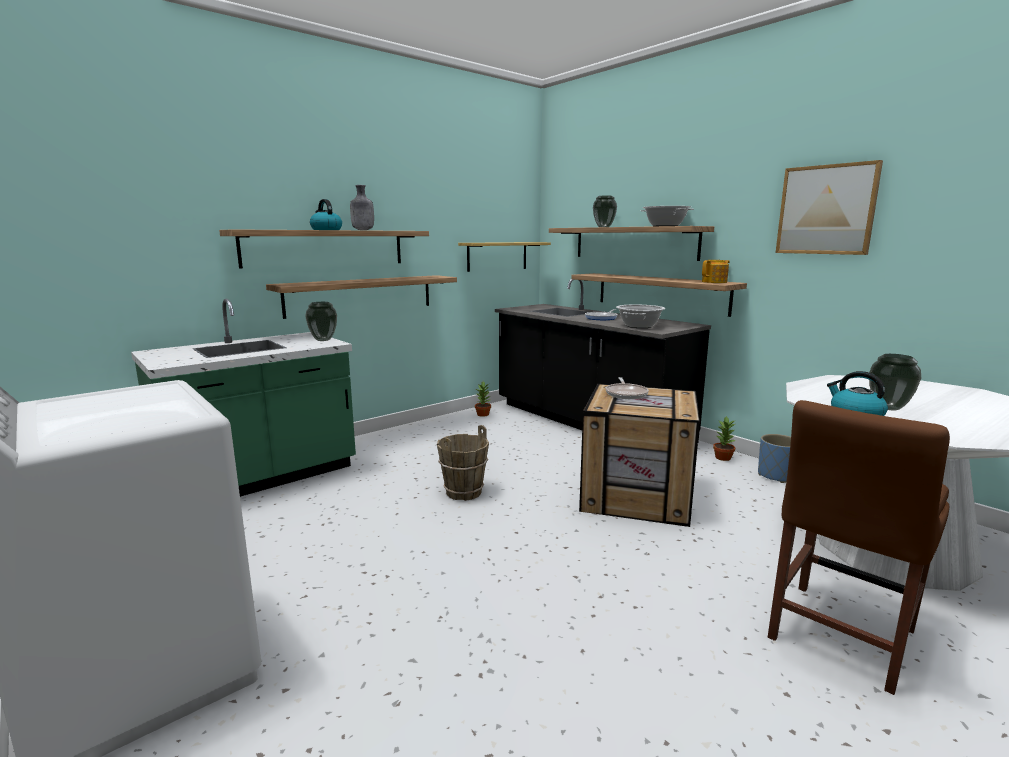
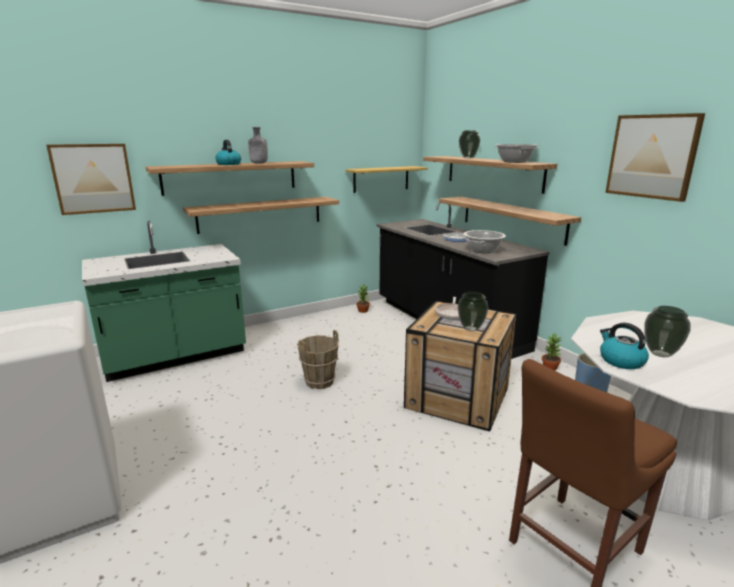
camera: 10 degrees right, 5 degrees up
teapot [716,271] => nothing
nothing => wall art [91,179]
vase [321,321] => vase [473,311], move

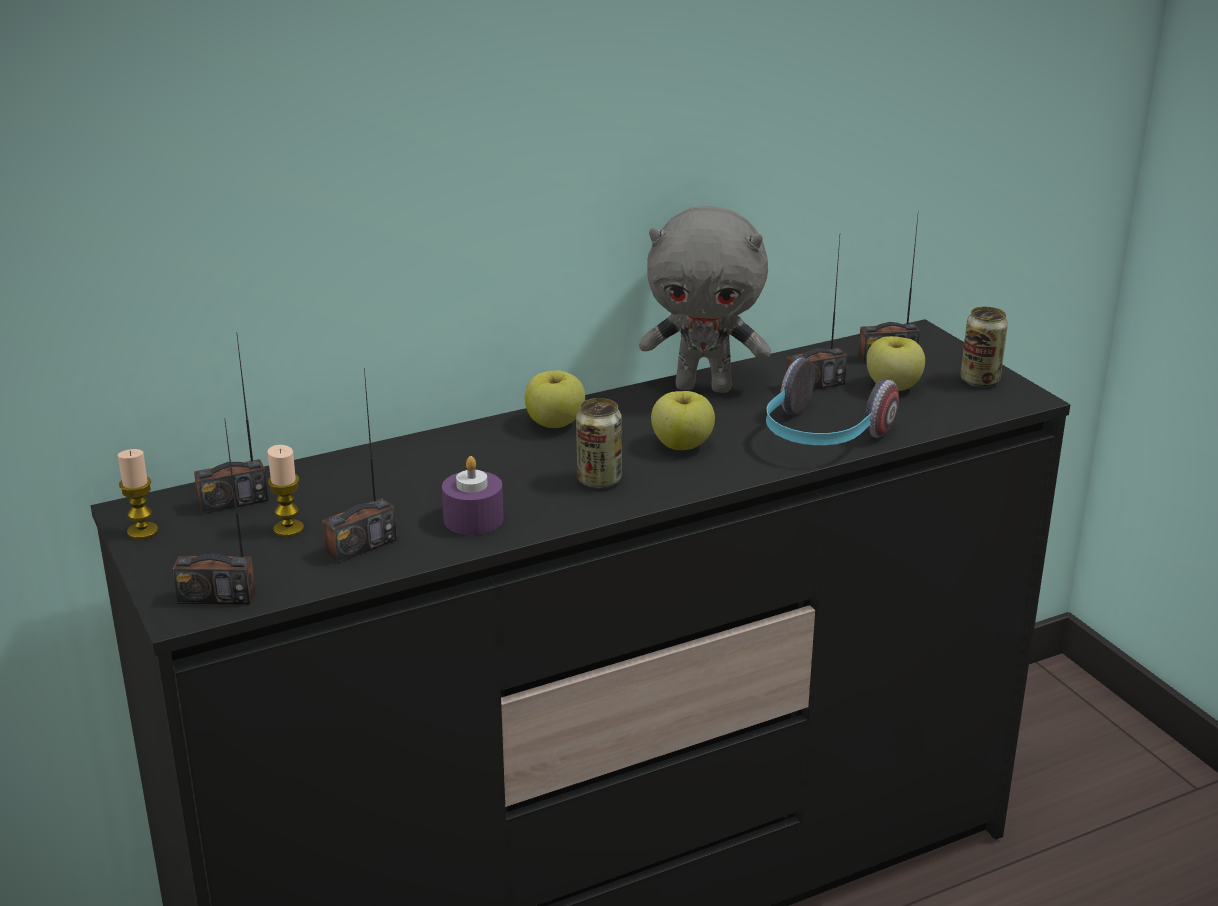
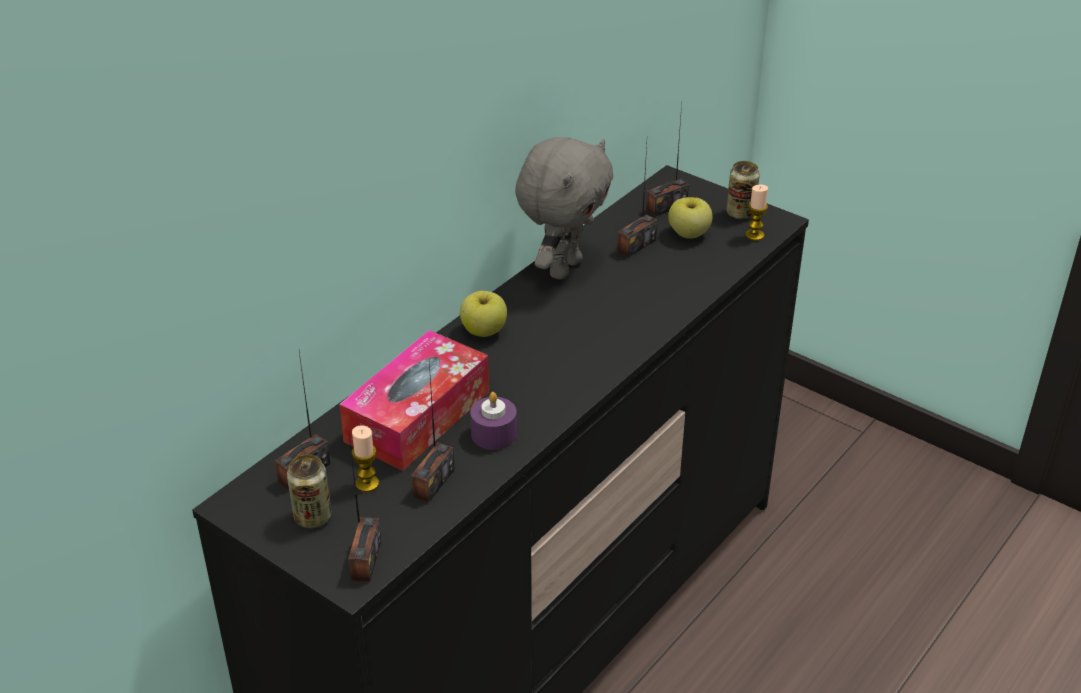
camera: 25 degrees left, 10 degrees up
apple [683,420] => nothing
headphones [832,401] => nothing
nothing => tissue box [414,400]
wax candle [138,494] => wax candle [756,212], move
can [599,443] => can [309,491], move
radio receiver [213,511] => radio receiver [364,509], 60 degrees counterclockwise
gray plush toy [705,299] => gray plush toy [564,208], 45 degrees counterclockwise

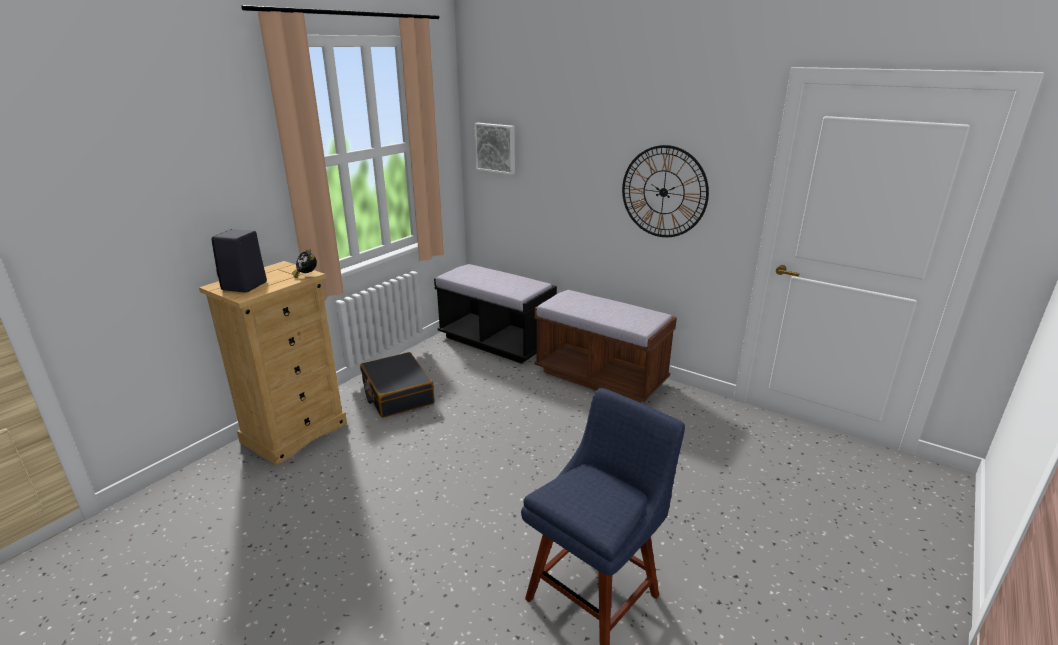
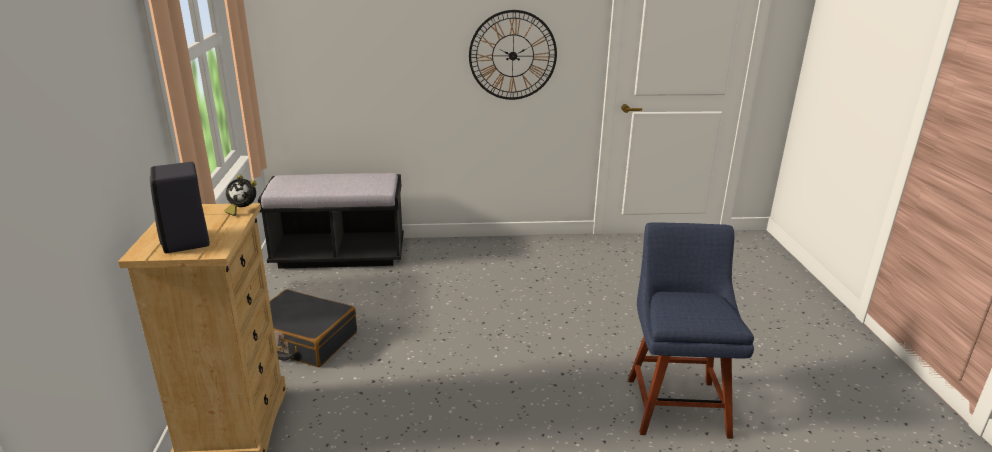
camera: 40 degrees left, 0 degrees up
wall art [494,149] => nothing
brown-coloured indoor bench [605,346] => nothing

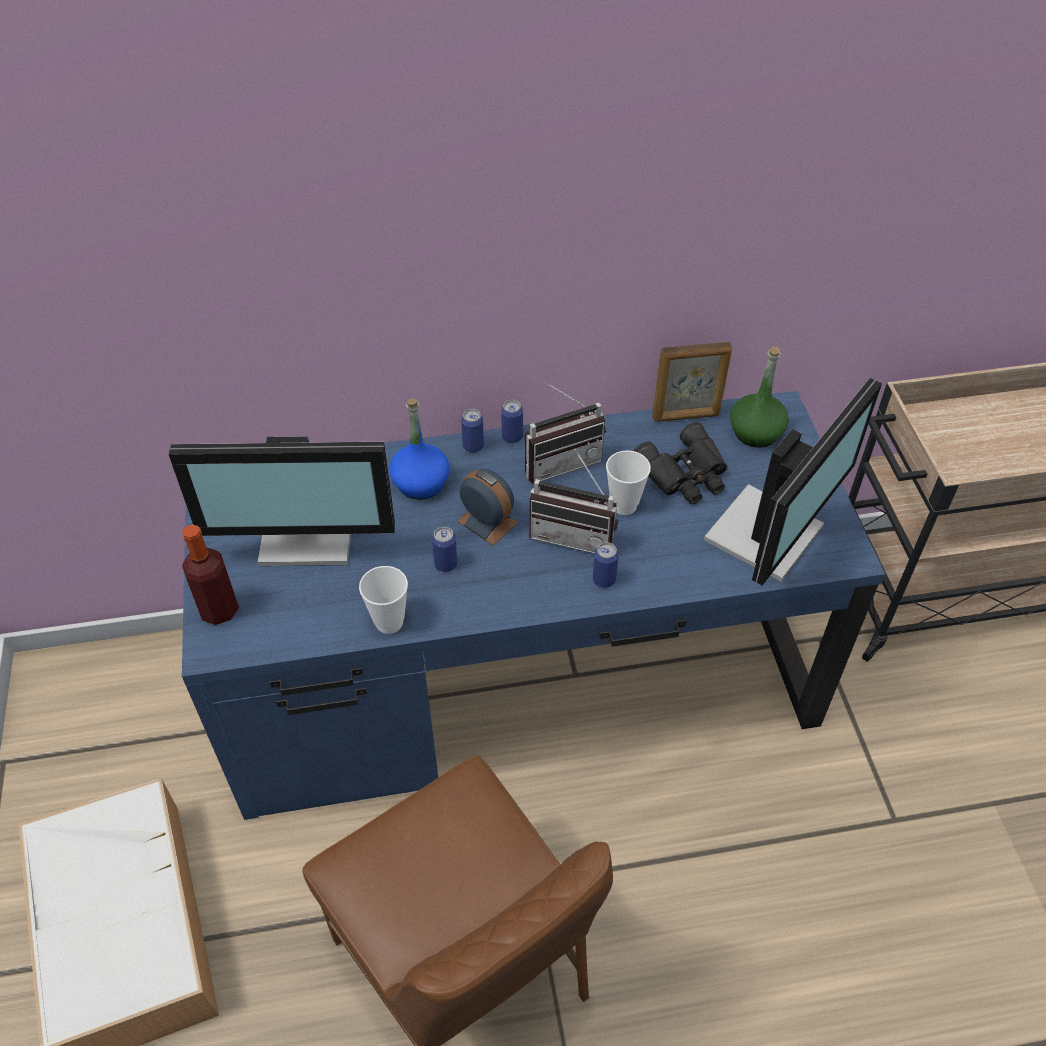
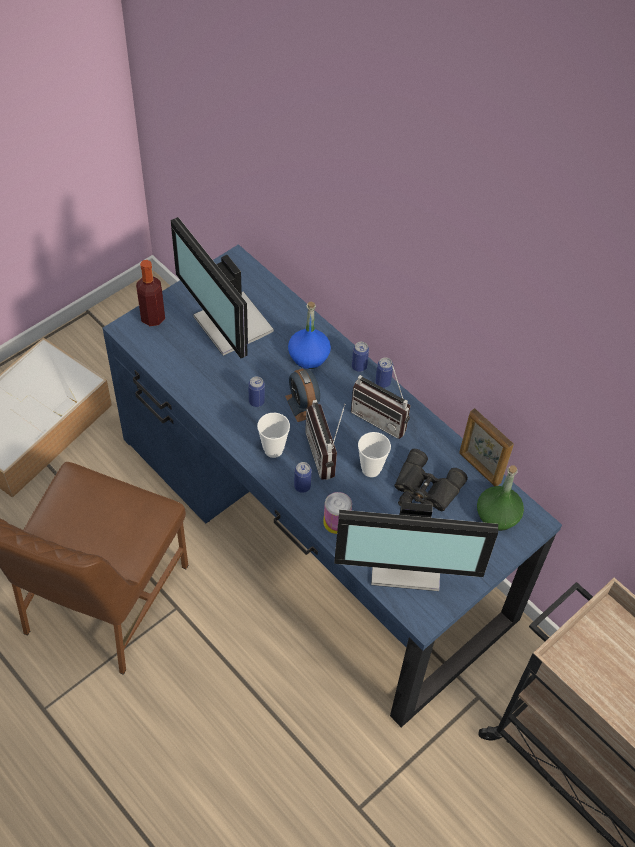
camera: 55 degrees right, 5 degrees up
nothing => can [337,513]
small cup [383,600] => small cup [273,435], move
bedside clock [487,507] => bedside clock [302,395], 150 degrees clockwise

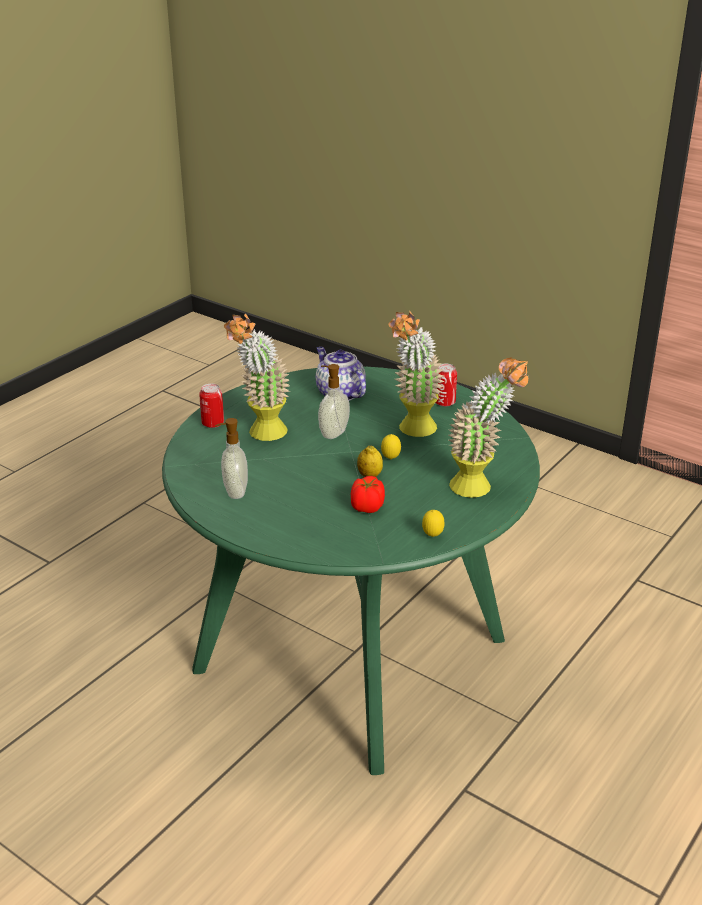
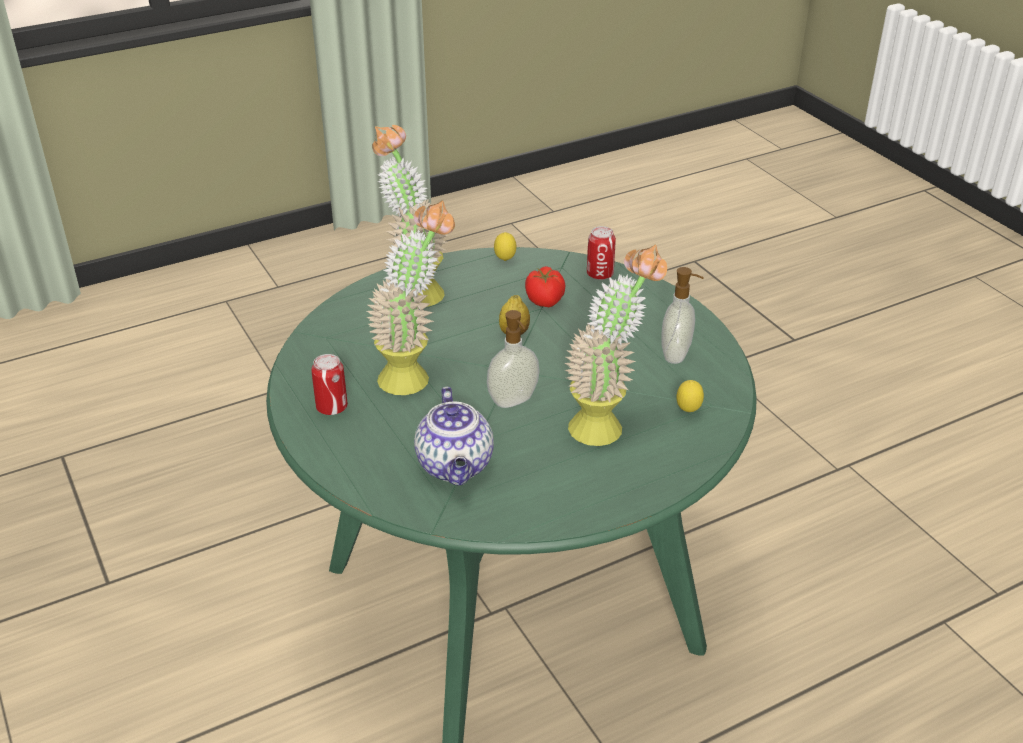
camera: 155 degrees left, 5 degrees up
can [211,405] => can [601,253], move
citrus fruit [391,446] => citrus fruit [690,396], move

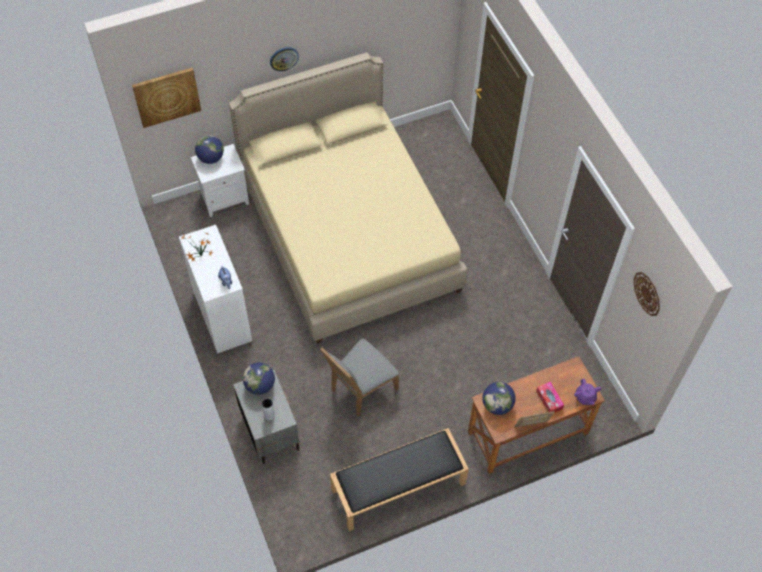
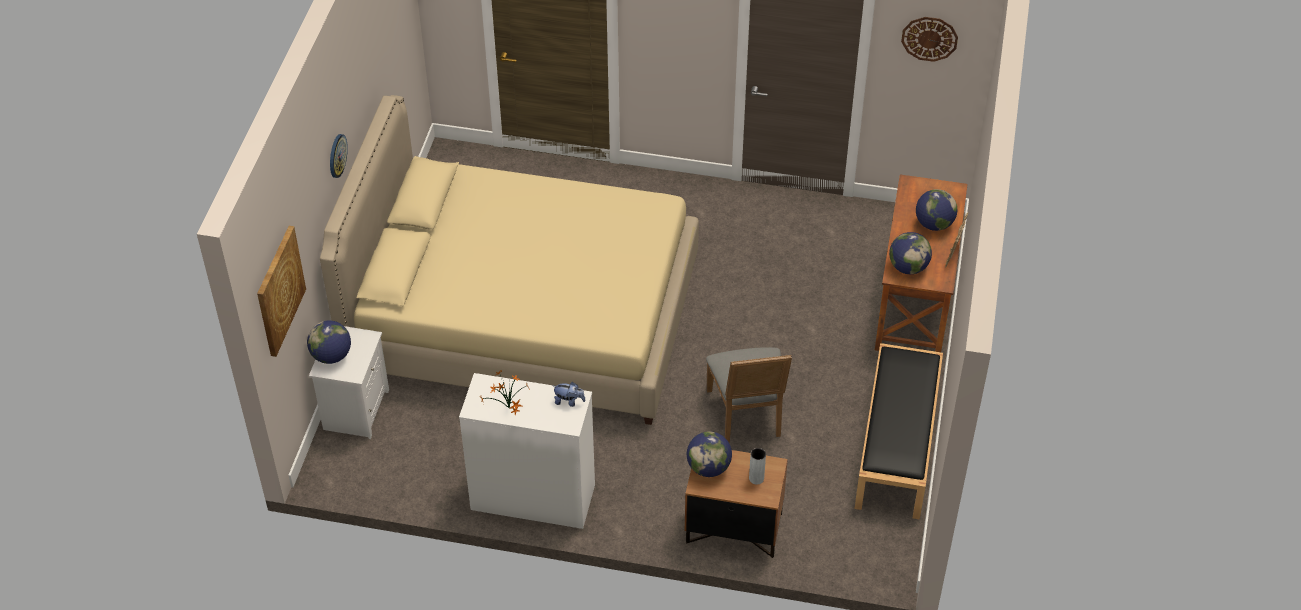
camera: 55 degrees left, 10 degrees down
purple teapot [588,392] => nothing
tissue box [550,397] => globe [936,210]
gray bedside table [266,417] => brown-coloured bedside table [736,504]

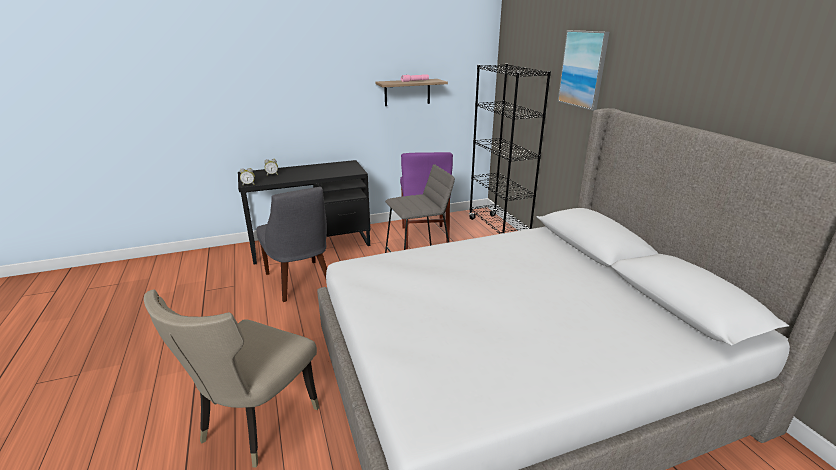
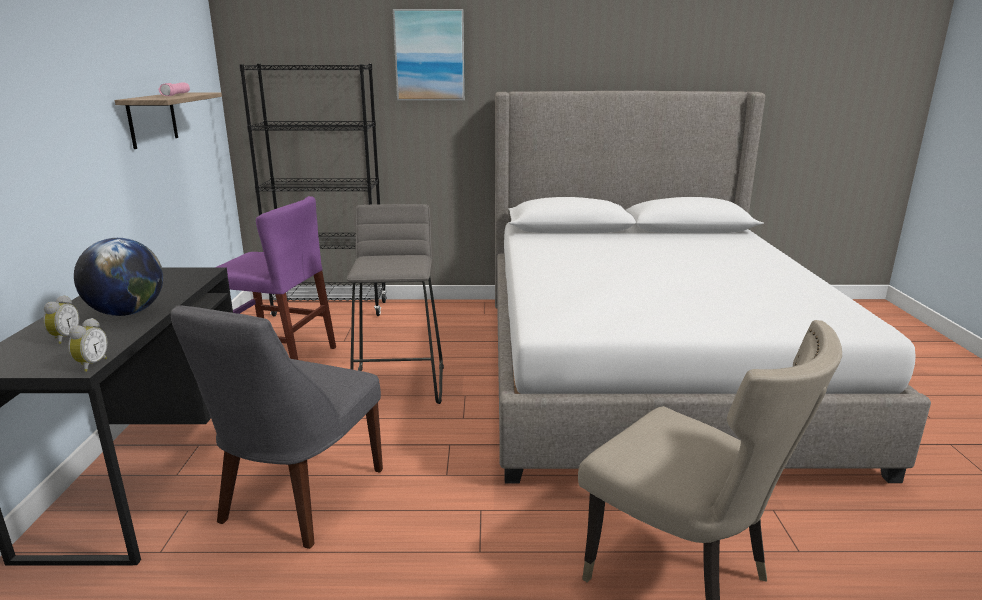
camera: 70 degrees left, 5 degrees down
nothing => globe [118,277]
gray upright chair [291,244] => gray upright chair [277,427], 120 degrees clockwise

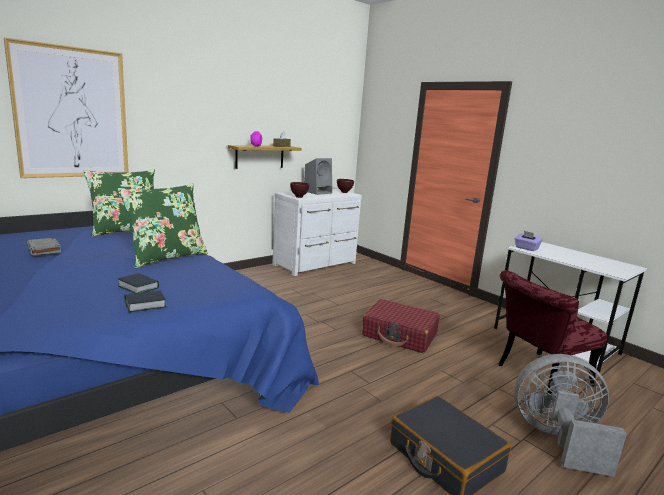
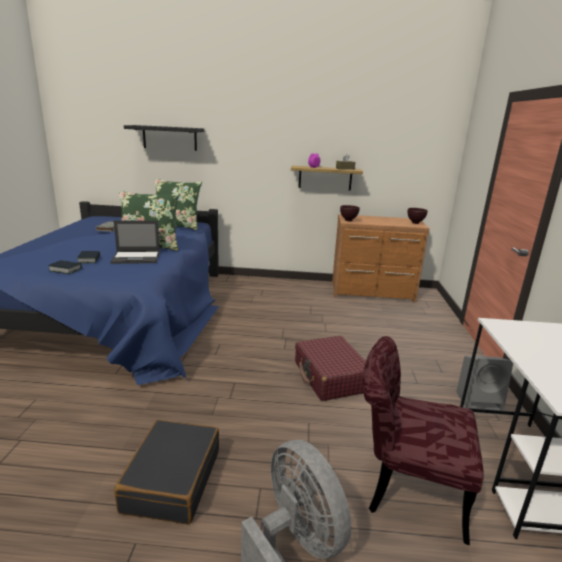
camera: 45 degrees right, 5 degrees up
purple tissue box [529,241] => nothing
nothing => portable computer [135,242]
gray loudspeaker [318,176] => gray loudspeaker [484,385], move
wall art [66,107] => black wall shelf [164,138]
white-coloured drawer chest [317,232] => brown-coloured drawer chest [380,258]

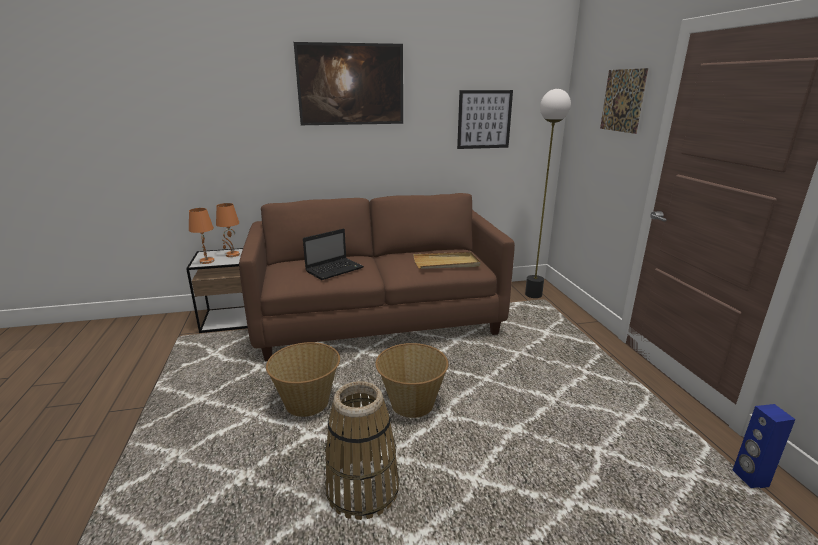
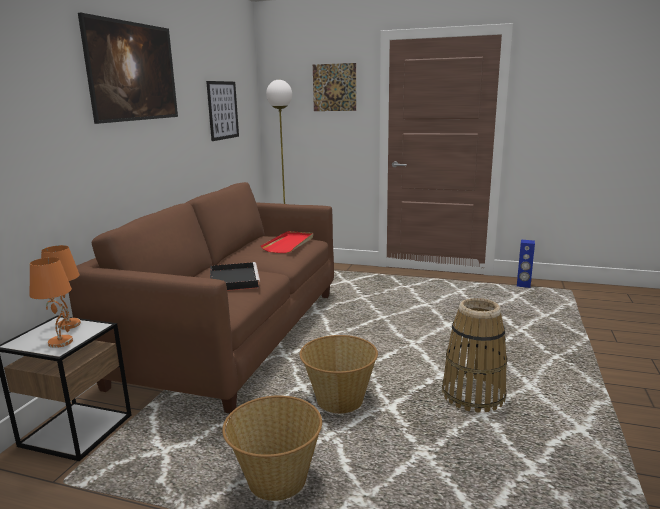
camera: 60 degrees left, 5 degrees down
basket [411,380] => basket [272,448], move
portable computer [333,254] => black carrying tray [235,276]
beige-coloured carrying tray [447,260] => red-coloured carrying tray [287,242]

